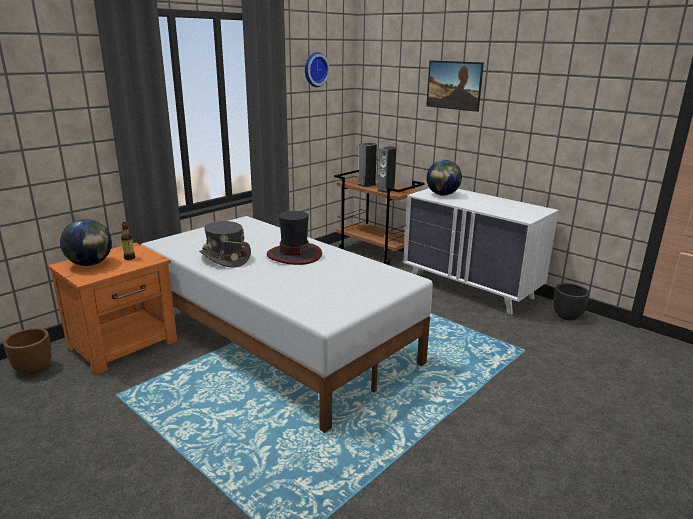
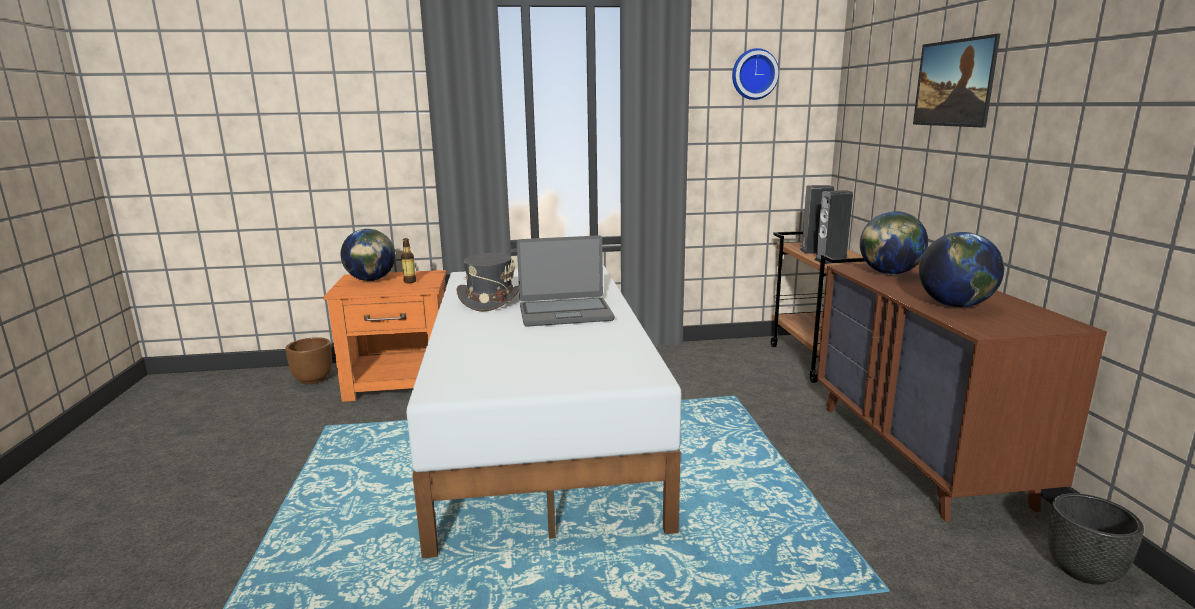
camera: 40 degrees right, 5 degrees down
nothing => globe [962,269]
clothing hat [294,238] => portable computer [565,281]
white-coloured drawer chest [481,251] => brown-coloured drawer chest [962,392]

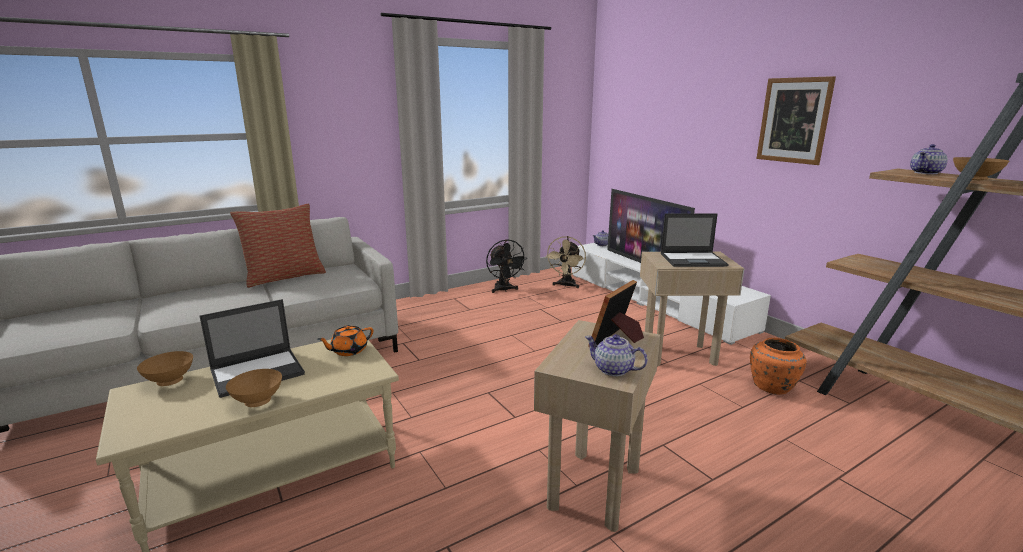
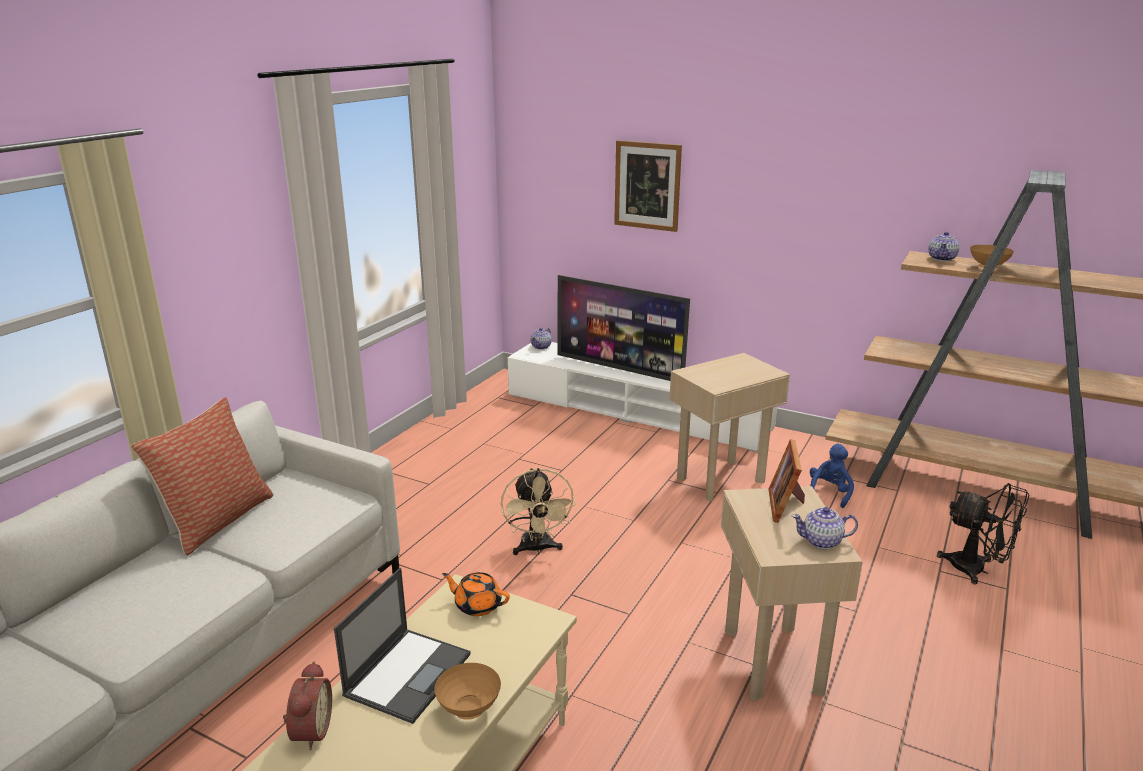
camera: 30 degrees left, 5 degrees up
portable computer [695,240] => nothing
black electric fan [505,266] => black electric fan [983,534], move
beige-coloured electric fan [565,262] => beige-coloured electric fan [538,511], move
wall art [796,120] => wall art [648,186], move
brown-coloured serving bowl [165,368] => bedside clock [307,705]
orange vase [778,366] => blue plush toy [832,476]
orange teapot [345,340] => orange teapot [476,594], 90 degrees clockwise

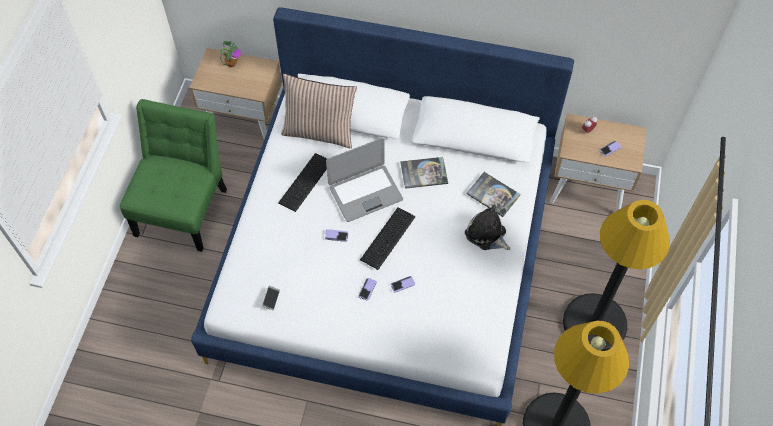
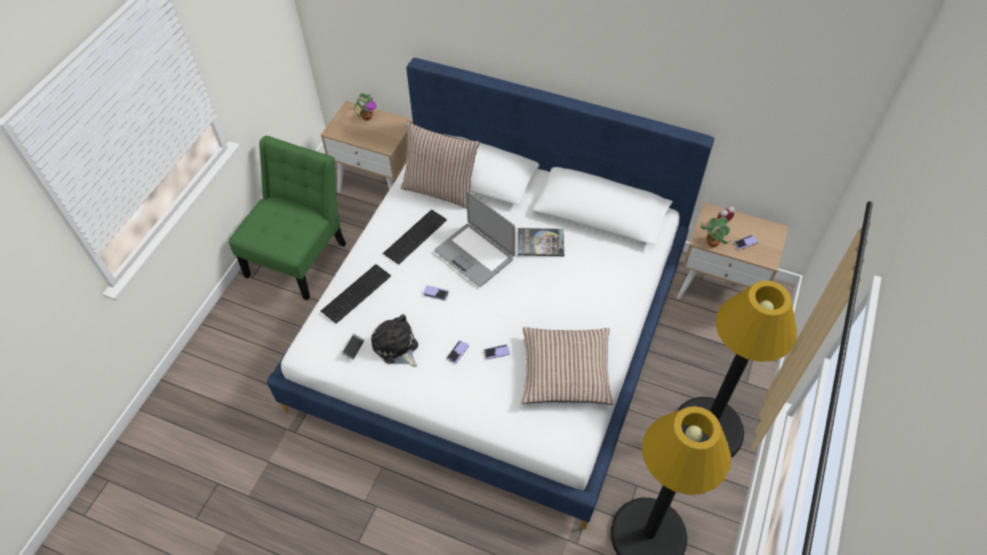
camera: 10 degrees right, 5 degrees down
book [493,194] => nothing
nothing => cushion [568,366]
nothing => houseplant [715,232]
PC keyboard [387,238] => PC keyboard [356,294], move
plush toy [488,227] => plush toy [394,340], move
portable computer [364,180] => portable computer [475,239], 60 degrees clockwise

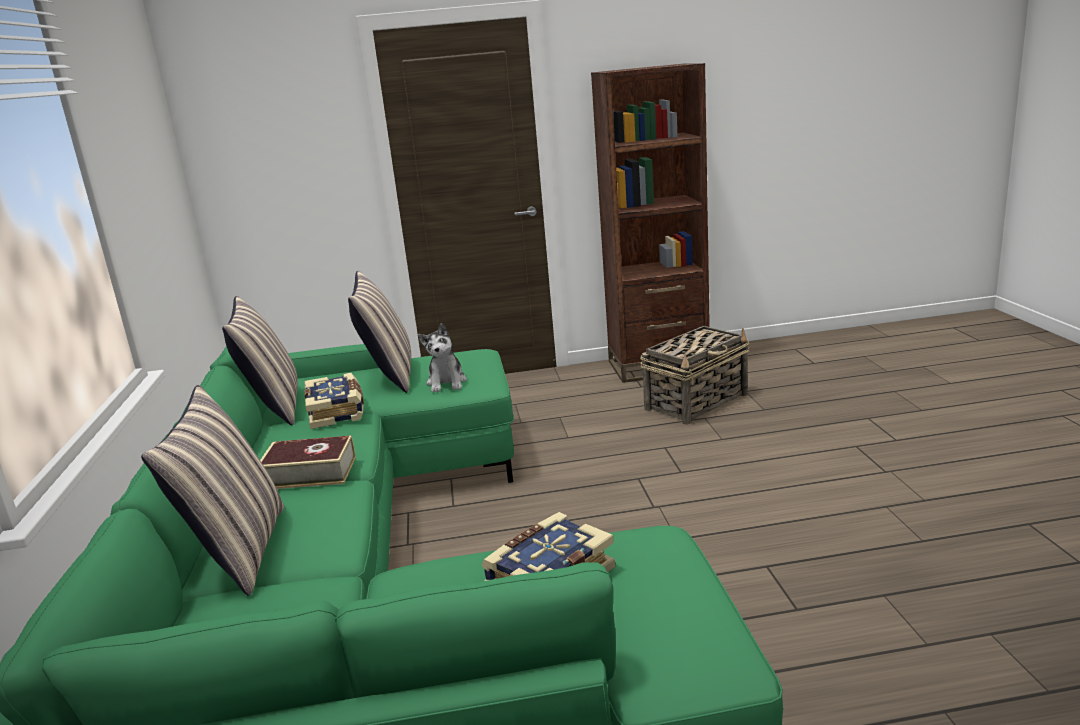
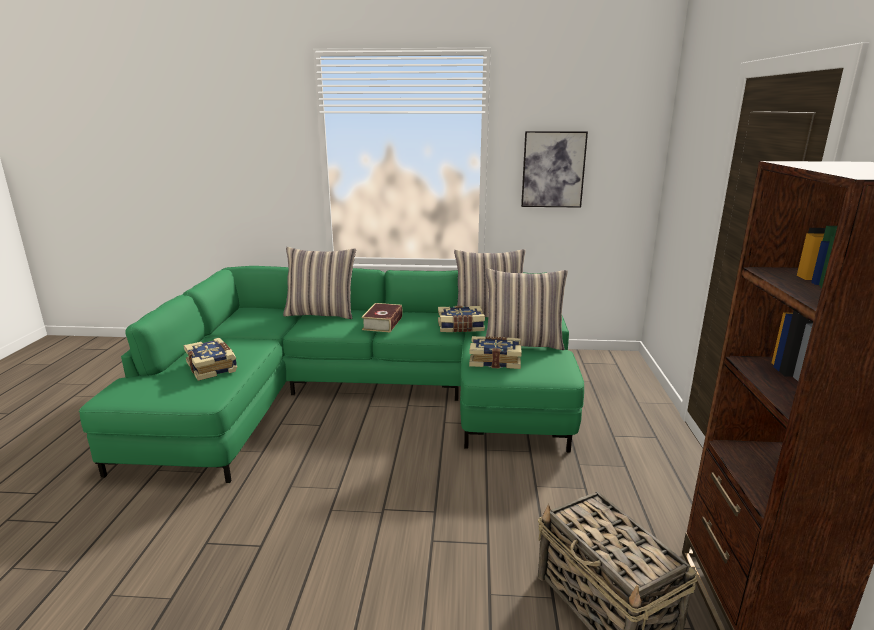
camera: 100 degrees right, 0 degrees up
nothing => wall art [554,169]
plush toy [442,357] => book [495,352]

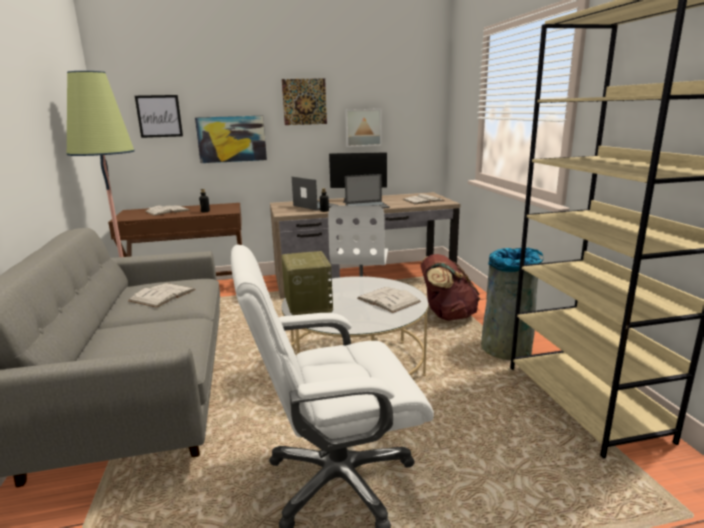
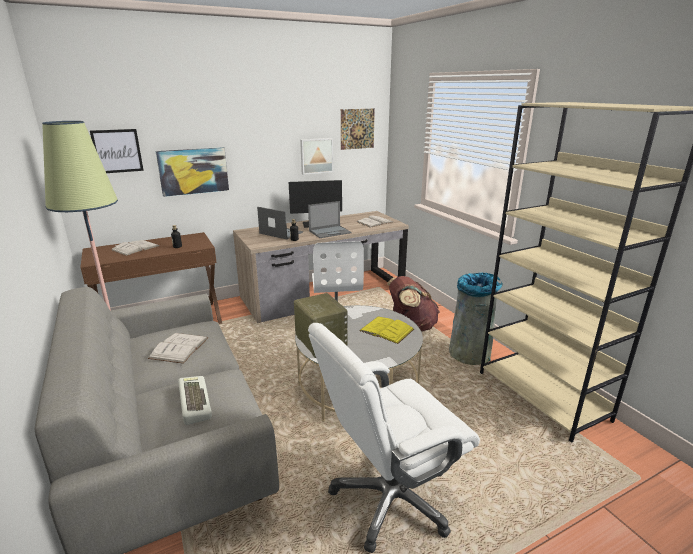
camera: 15 degrees left, 5 degrees up
nothing => PC keyboard [195,400]
wall art [304,101] => wall art [358,129], move
white-coloured book [389,300] => yellow-coloured book [386,330]

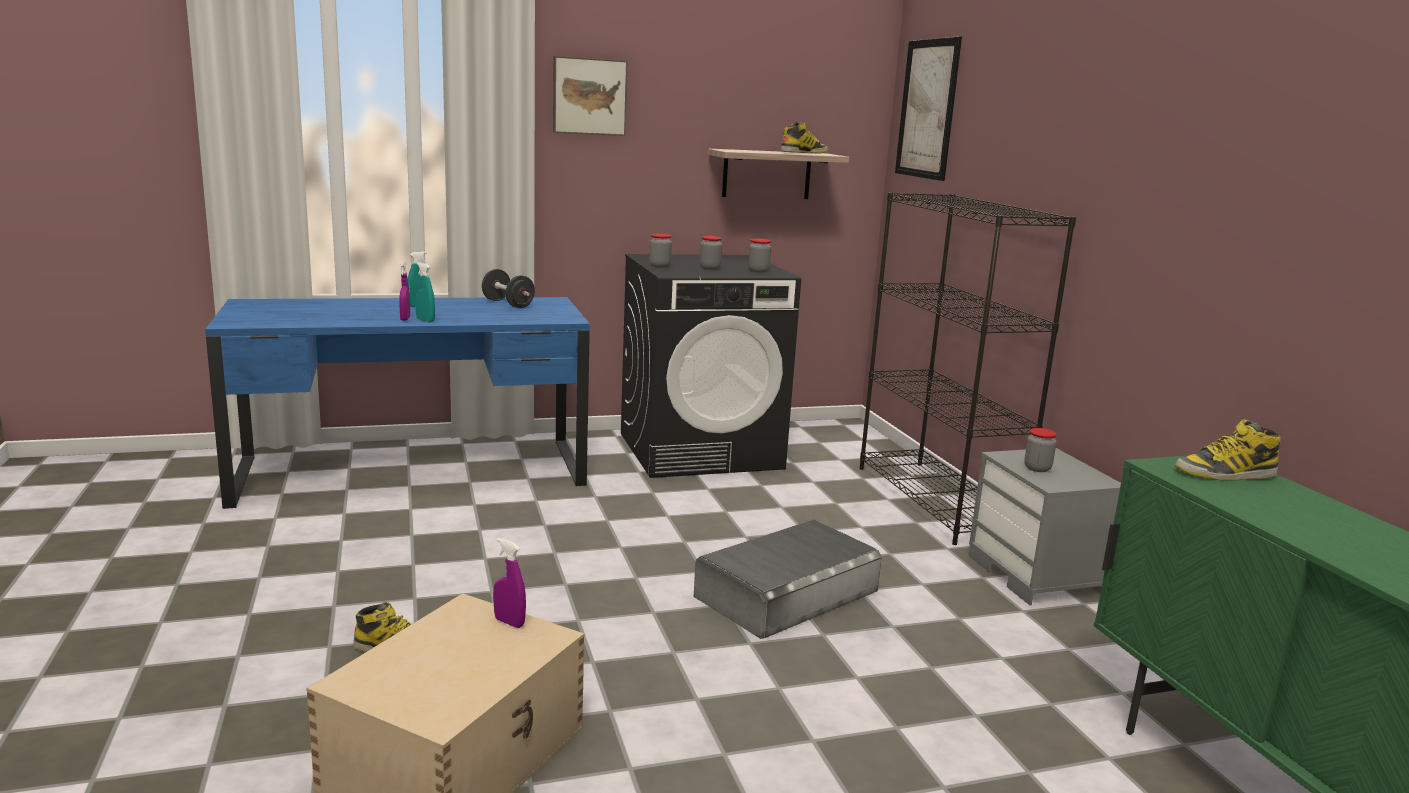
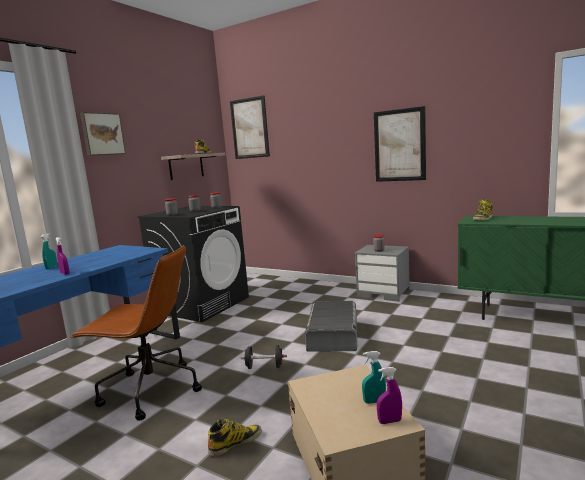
camera: 40 degrees left, 5 degrees down
black shelving unit [968,368] => nothing
nothing => brown-coloured desk chair [136,333]
nothing => wall art [400,144]
blue-green spray bottle [425,292] => blue-green spray bottle [374,377], move
black hand weight [508,288] => black hand weight [264,357], move
purple spray bottle [509,583] => purple spray bottle [389,395], move

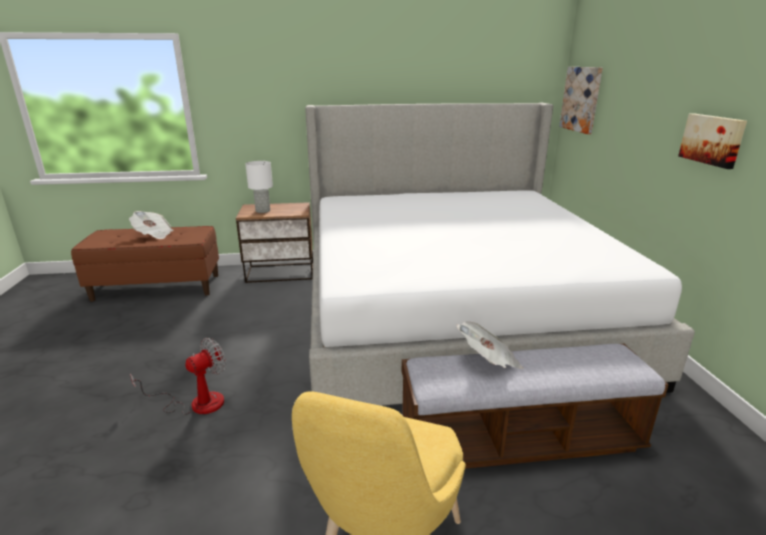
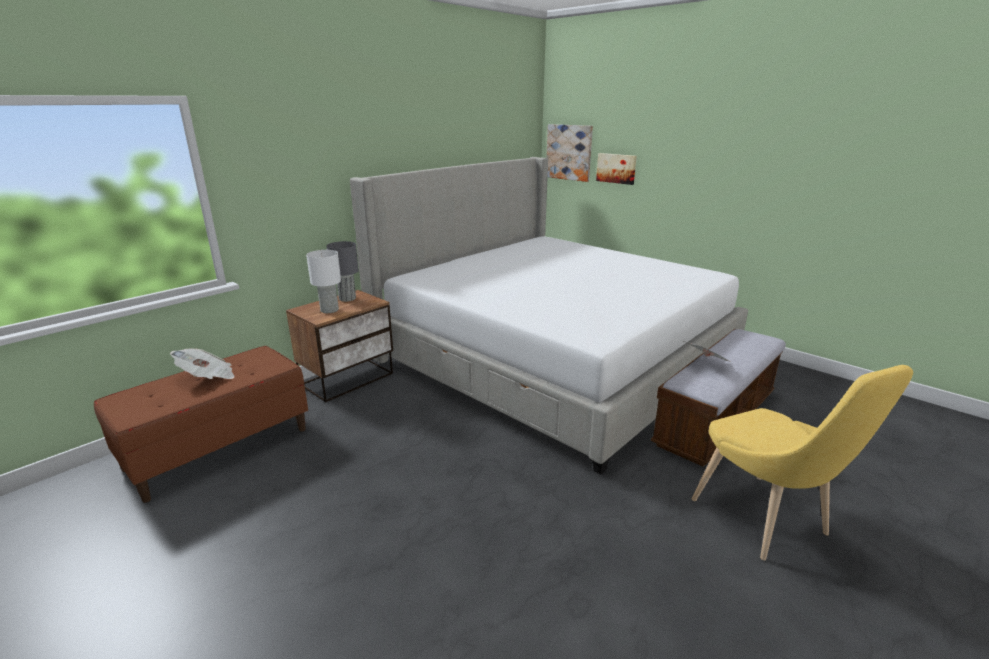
camera: 40 degrees left, 0 degrees up
electric fan [178,376] => nothing
nothing => gray table lamp [342,271]
wall art [712,141] => wall art [616,169], move

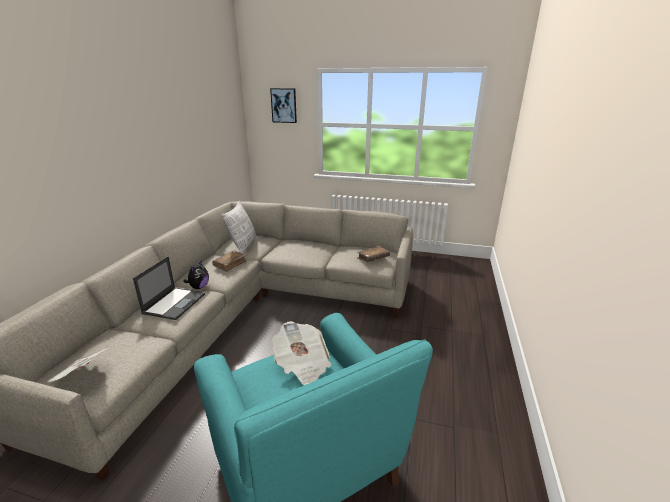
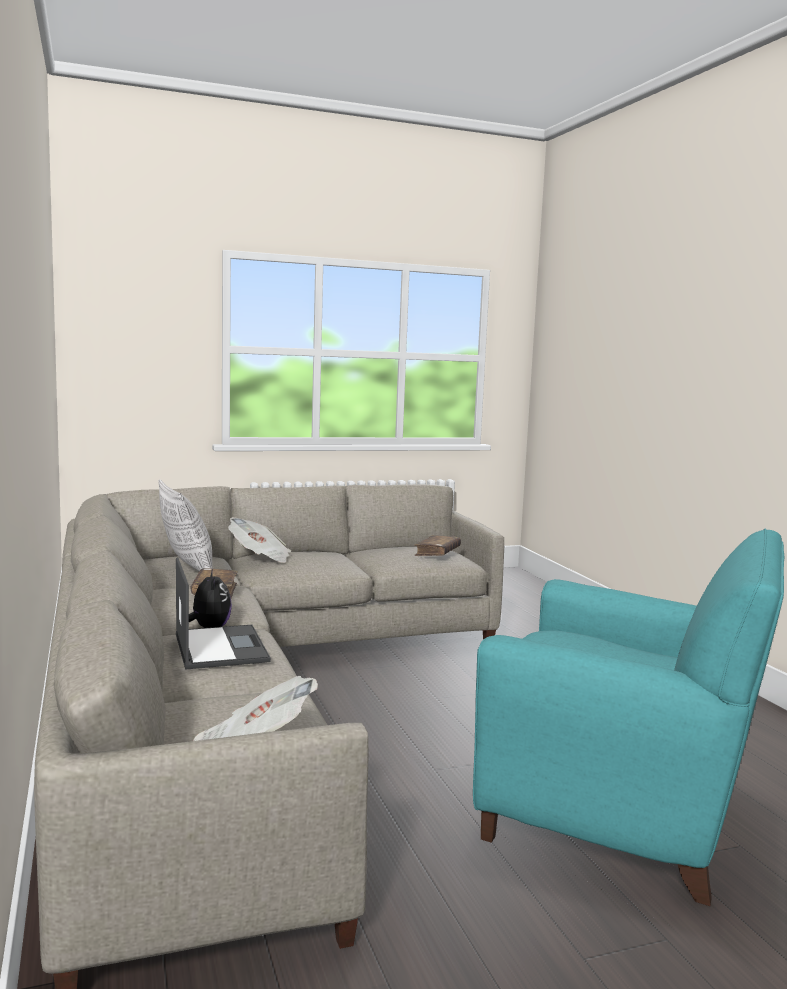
camera: 35 degrees left, 15 degrees down
wall art [283,105] => nothing
daily paper [302,353] => daily paper [259,540], move

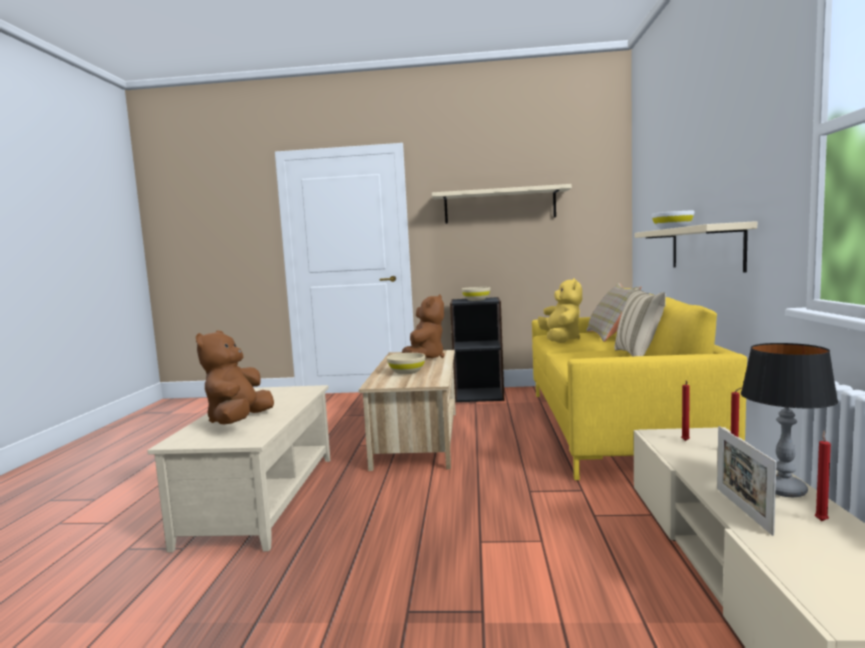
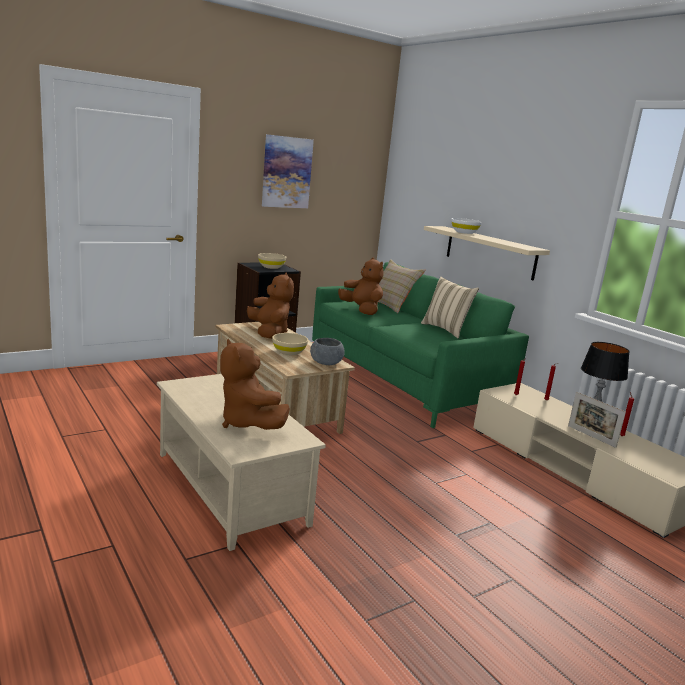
camera: 40 degrees left, 10 degrees up
nothing => gray serving bowl [327,351]
beige-coloured wall shelf [502,204] => wall art [288,171]
yellow-coloured sofa [639,384] => green-coloured sofa [420,345]
yellow-coloured plush toy [560,310] => brown-coloured plush toy [361,286]

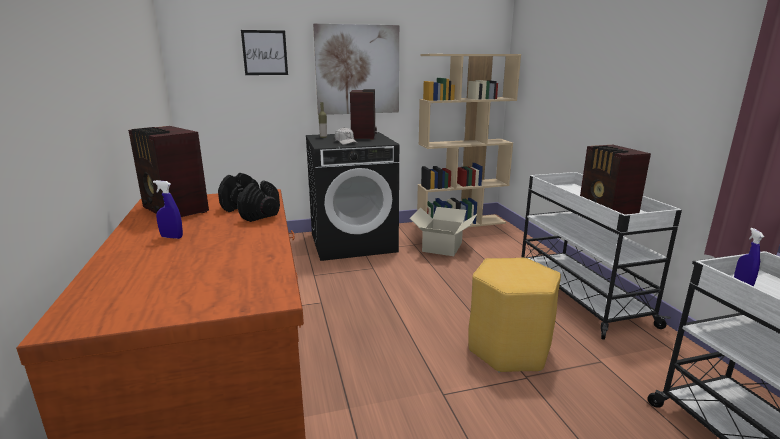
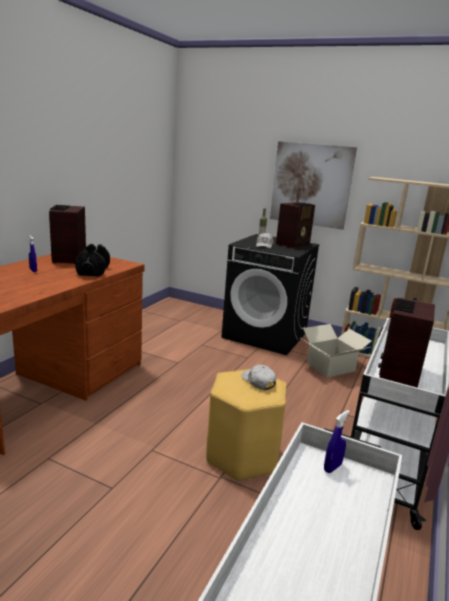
camera: 40 degrees right, 0 degrees up
wall art [264,52] => nothing
nothing => white-coloured peaked cap [258,377]

